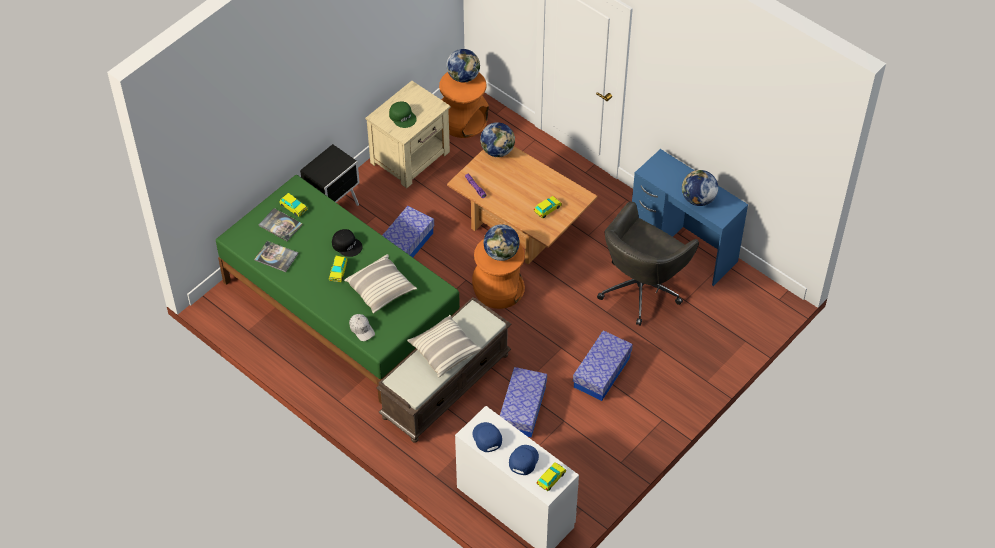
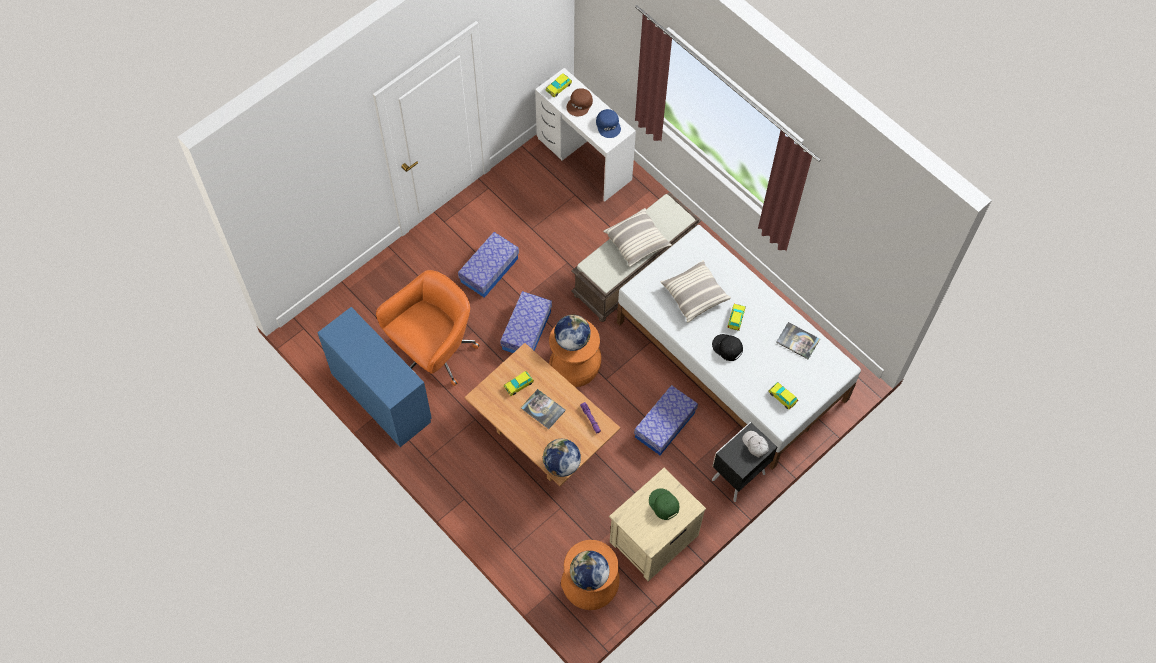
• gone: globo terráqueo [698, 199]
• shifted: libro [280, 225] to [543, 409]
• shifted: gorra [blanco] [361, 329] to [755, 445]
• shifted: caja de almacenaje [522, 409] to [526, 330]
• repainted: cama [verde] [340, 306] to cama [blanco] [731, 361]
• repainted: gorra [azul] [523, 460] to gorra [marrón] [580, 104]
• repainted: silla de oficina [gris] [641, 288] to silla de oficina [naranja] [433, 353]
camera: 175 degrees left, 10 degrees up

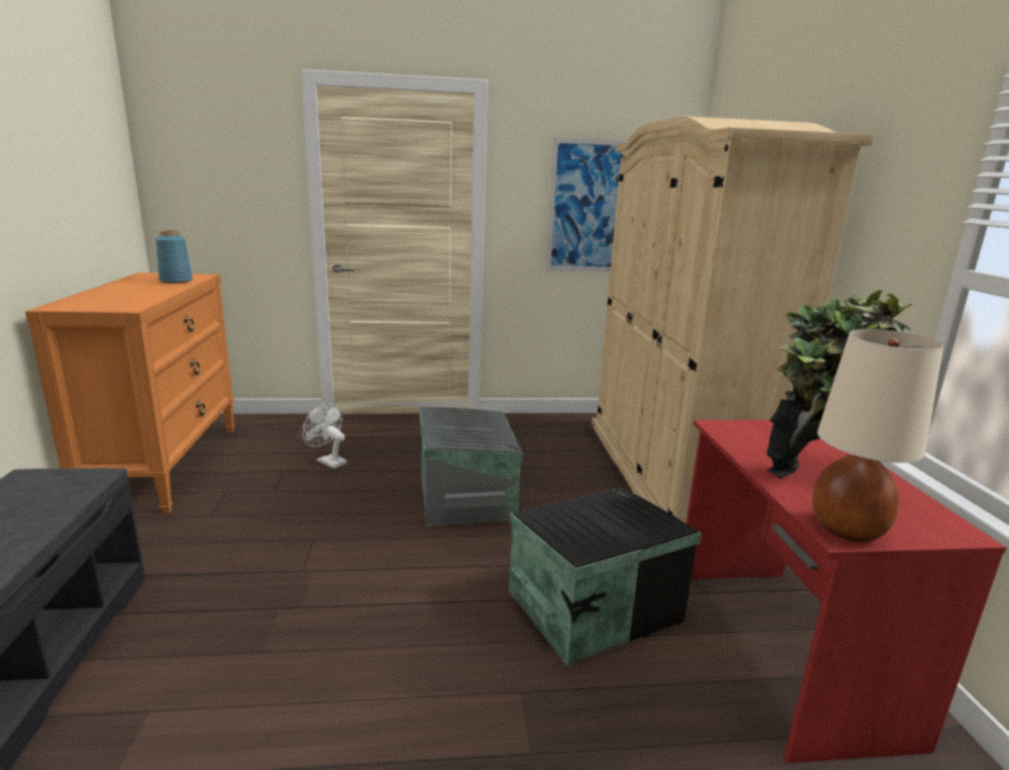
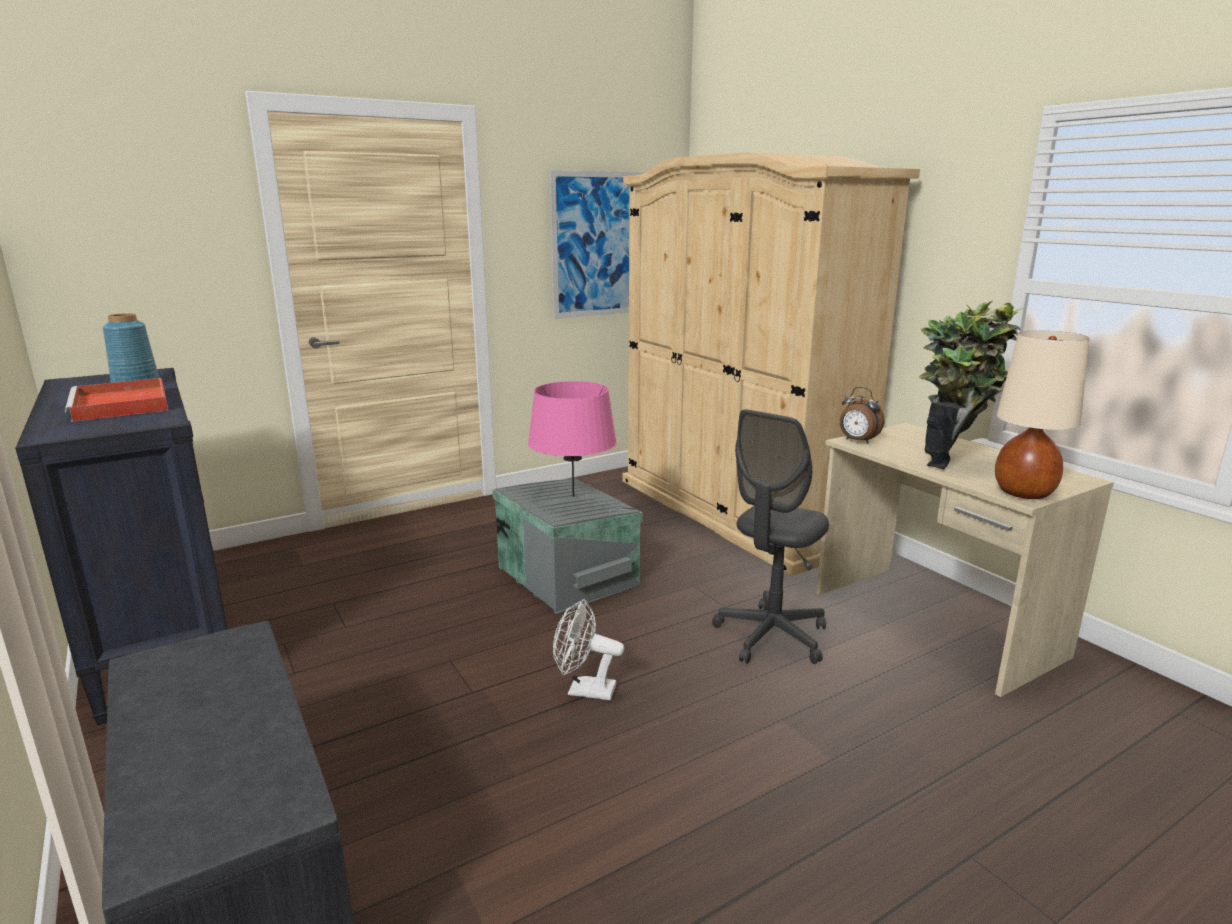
• new: bandeja [rojo] [122, 405]
• new: lámpara de mesa [rosa] [573, 496]
• new: despertador [857, 441]
• shifted: ventilador [blanco] [328, 461] to [584, 690]
• swapped: caja de almacenaje [negro] [590, 605] to silla de oficina [gris] [771, 636]
• repainted: cómoda [naranja] [165, 466] to cómoda [negro] [161, 637]
• repainted: escritorio [rojo] [780, 650] to escritorio [beis] [933, 624]
camera: 25 degrees left, 0 degrees up

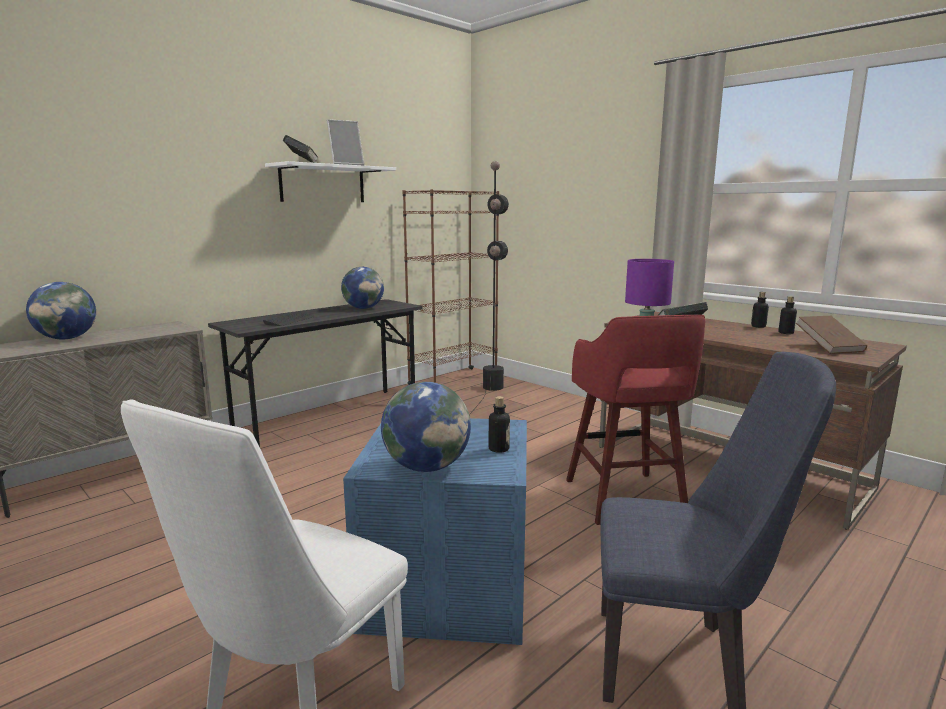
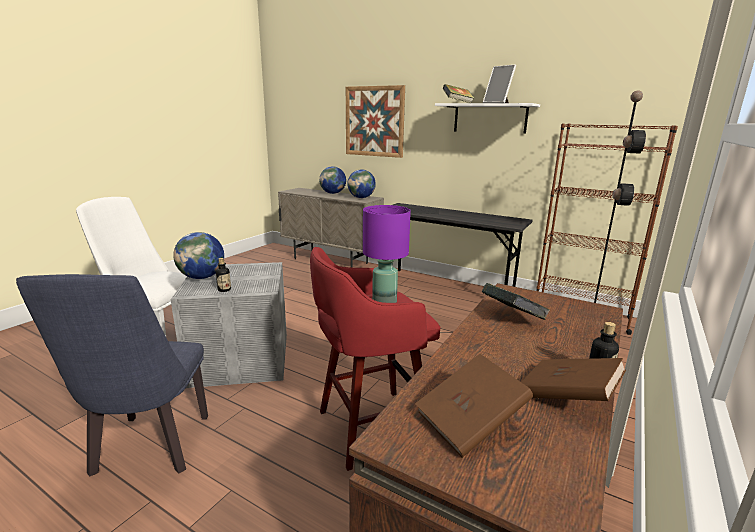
• new: cuadro [374, 121]
• shifted: globo terráqueo [363, 308] to [361, 197]
• swapped: botella [786, 333] to libro [marrón] [567, 397]
• repainted: caja de almacenaje [azul] [450, 584] to caja de almacenaje [gris] [242, 359]
camera: 75 degrees right, 5 degrees up

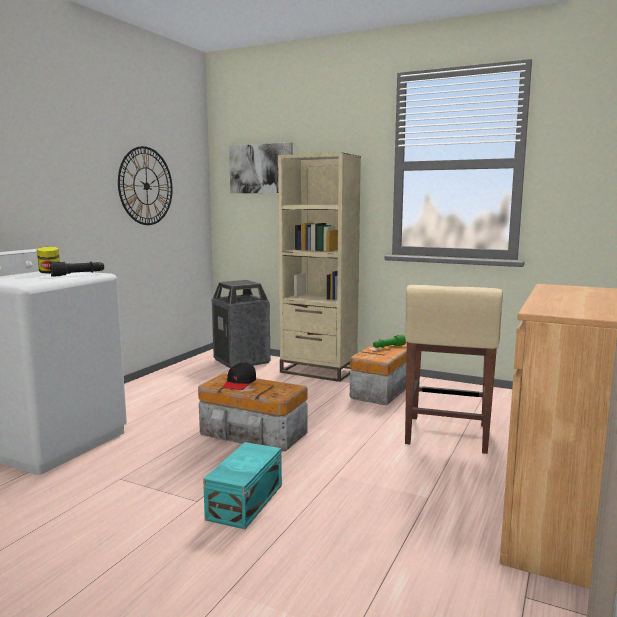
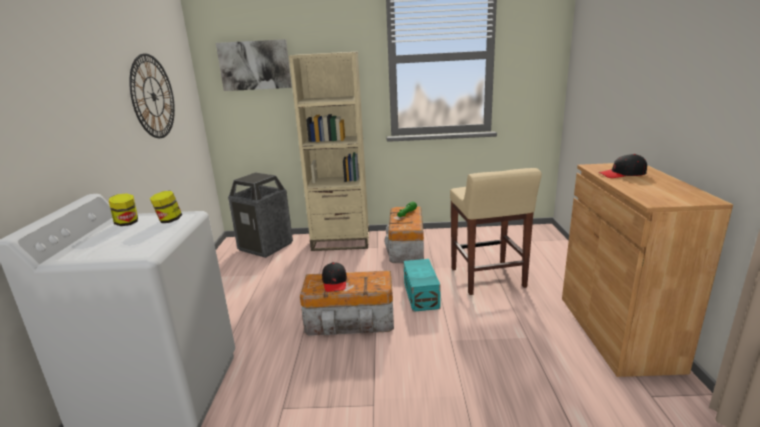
• new: gorra [negro] [622, 174]
• shifted: caja de almacenaje [turquesa] [243, 502] to [420, 296]
• swapped: linterna [negro] [78, 274] to tarro [169, 220]
camera: 25 degrees left, 10 degrees up

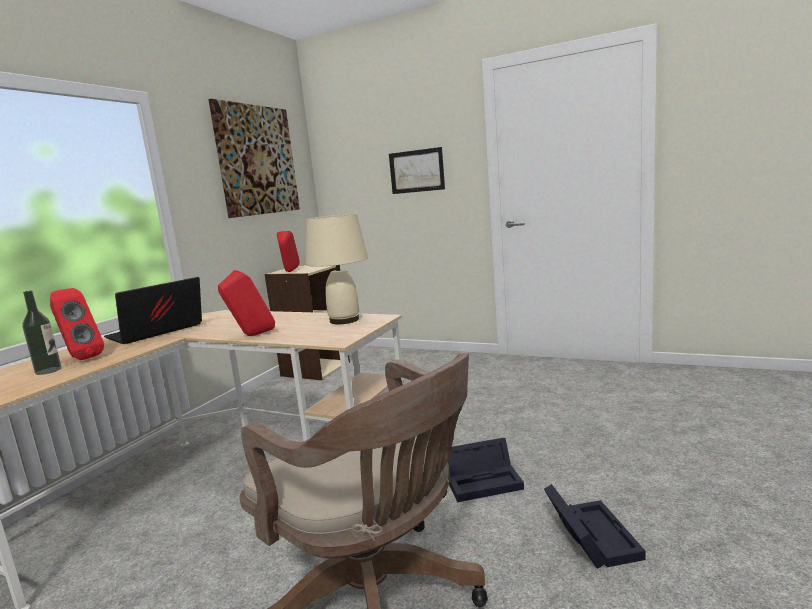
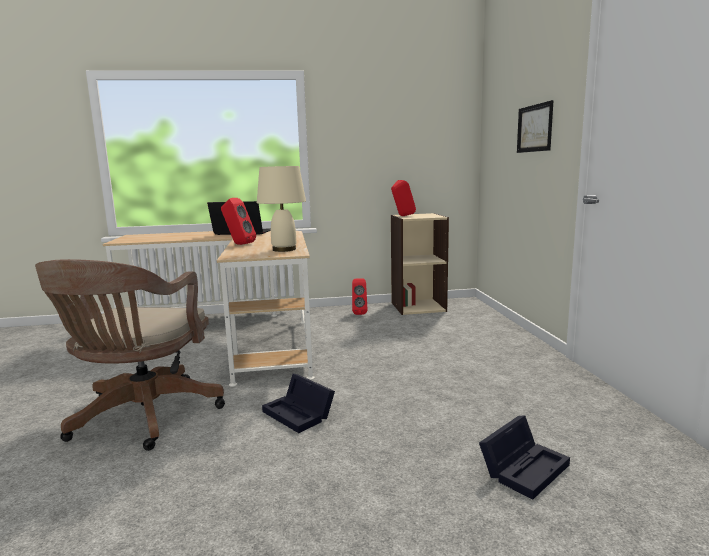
• gone: botella [48, 370]
• gone: cuadro [257, 160]
• shifted: altavoz [rojo] [80, 358] to [359, 313]
• shifted: caja de almacenaje [negro] [589, 536] to [524, 467]
camera: 55 degrees right, 0 degrees up

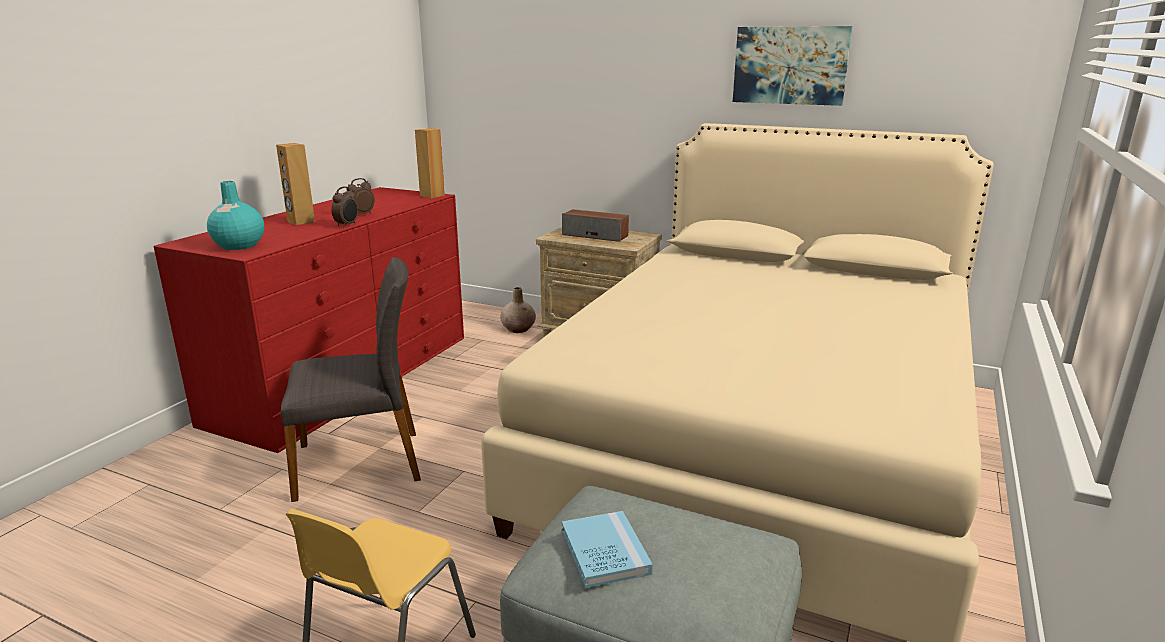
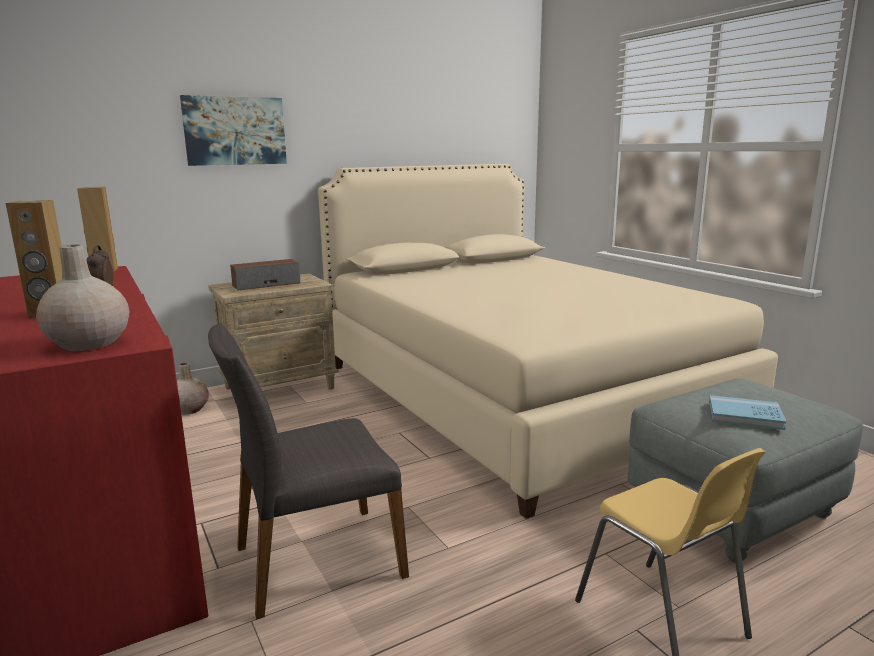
• gone: despertador [347, 225]
• shifted: cuadro [790, 65] to [235, 131]
• repainted: florero [turquesa] [238, 246] to florero [beis] [88, 344]
• rotated: silla [gris] [360, 463] = [316, 560] 135 degrees counterclockwise
camera: 55 degrees left, 5 degrees down

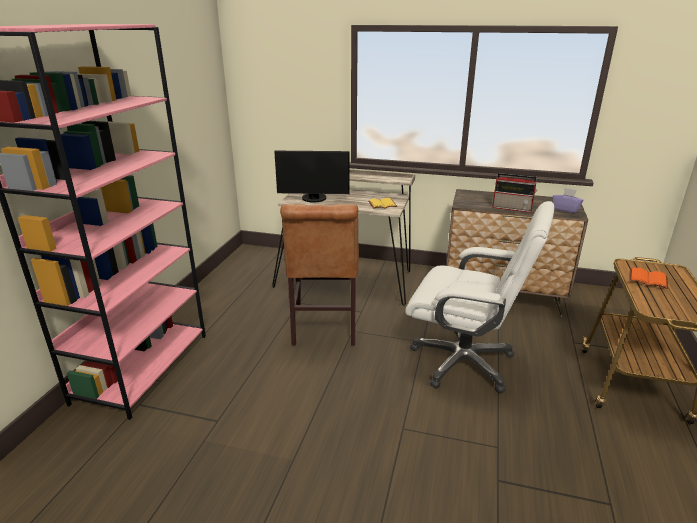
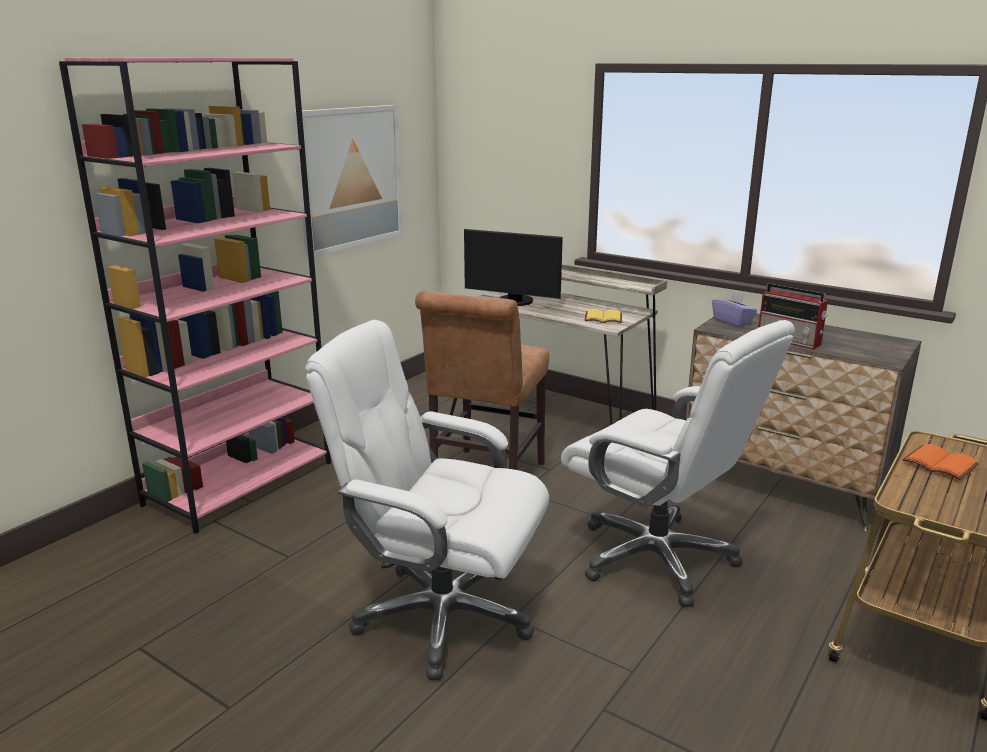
• new: cuadro [350, 178]
• new: silla de oficina [blanco] [441, 616]
• shifted: caja de pañuelos [morado] [565, 209] to [732, 322]
camera: 20 degrees right, 5 degrees down

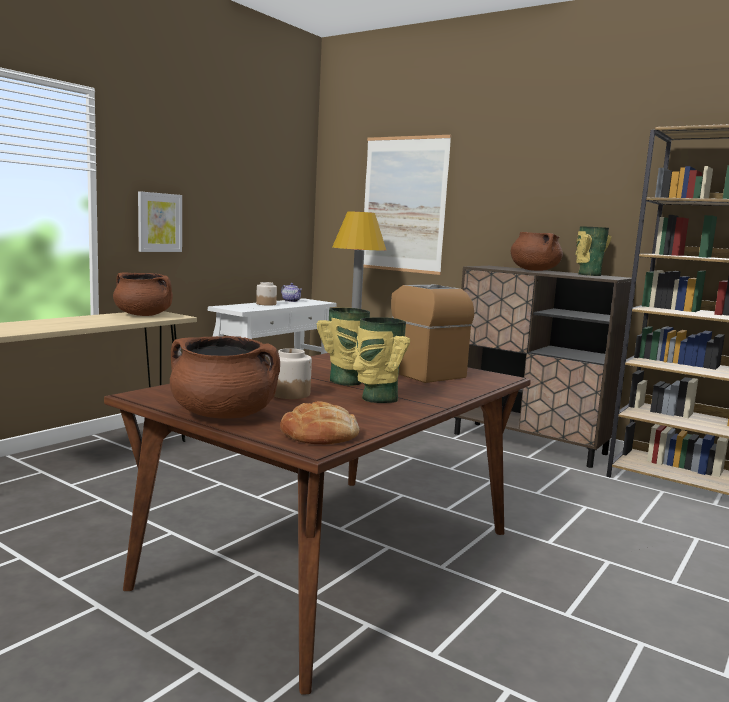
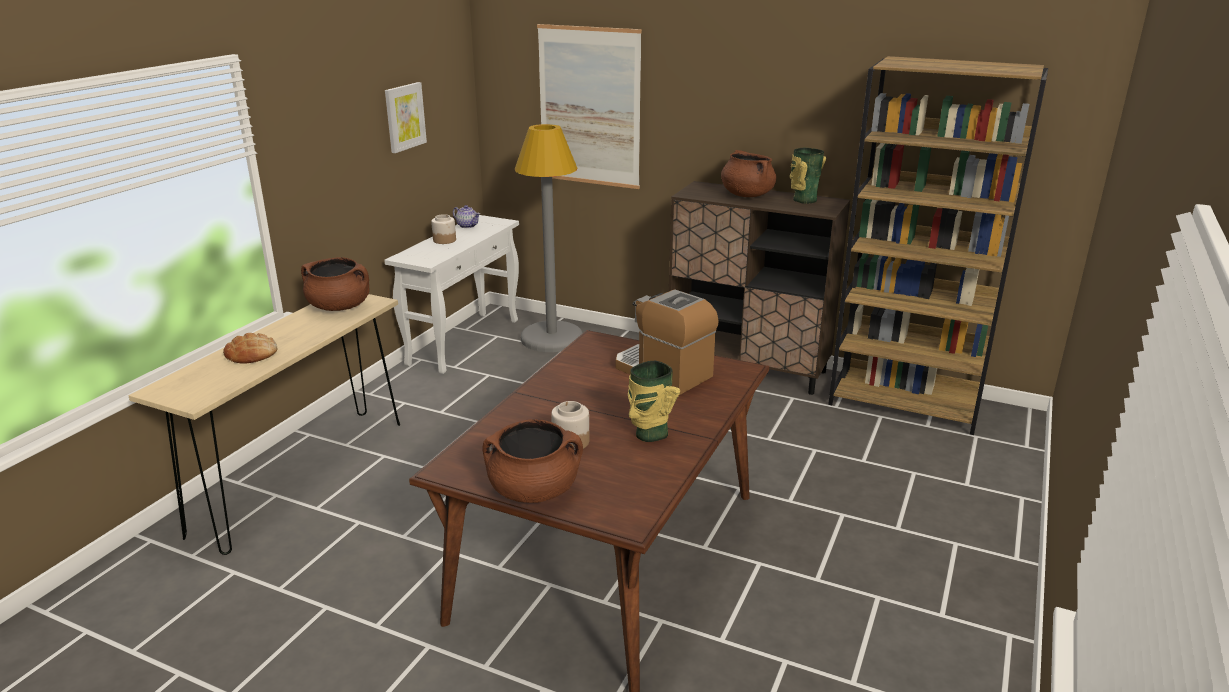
• gone: florero [347, 382]
• shifted: cuadro [159, 222] to [404, 117]
• shifted: pan [320, 434] to [252, 354]
camera: 10 degrees left, 15 degrees up

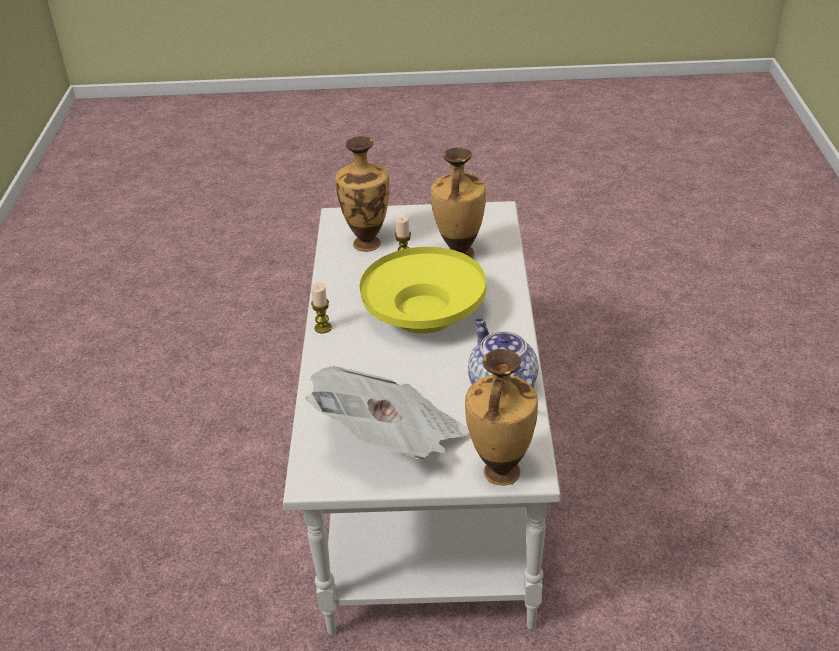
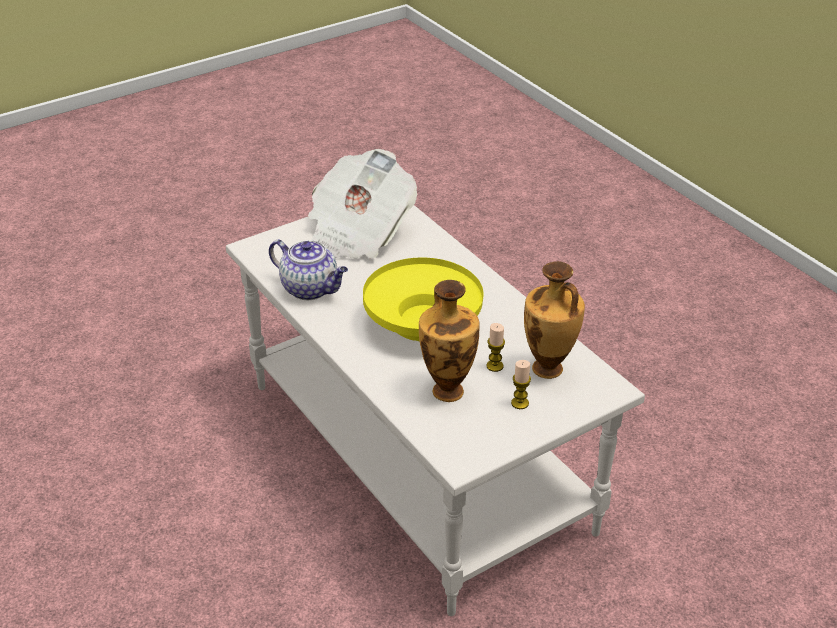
• gone: florero [500, 474]
• shifted: vela [323, 328] to [520, 403]
camera: 145 degrees right, 0 degrees up

